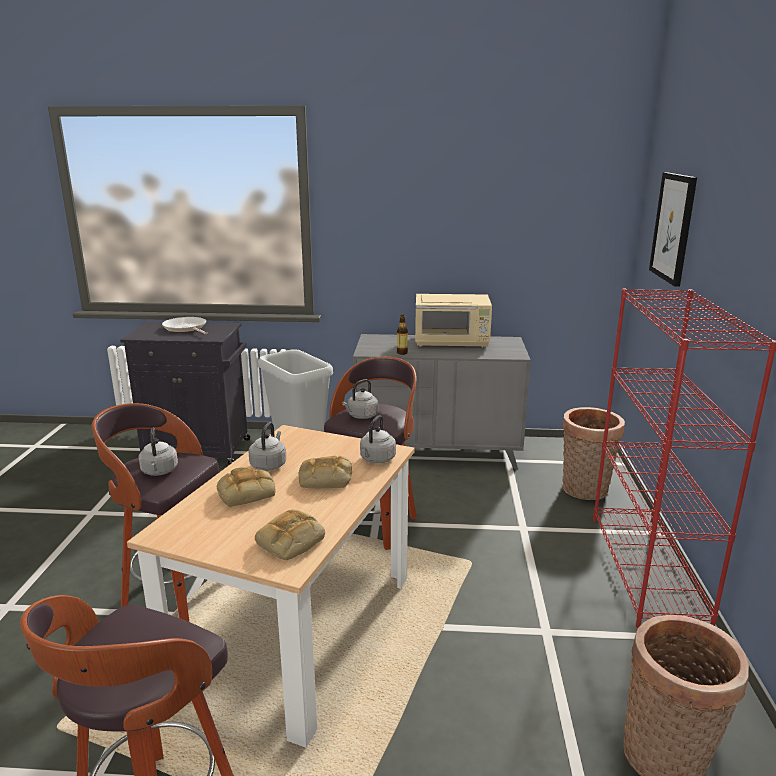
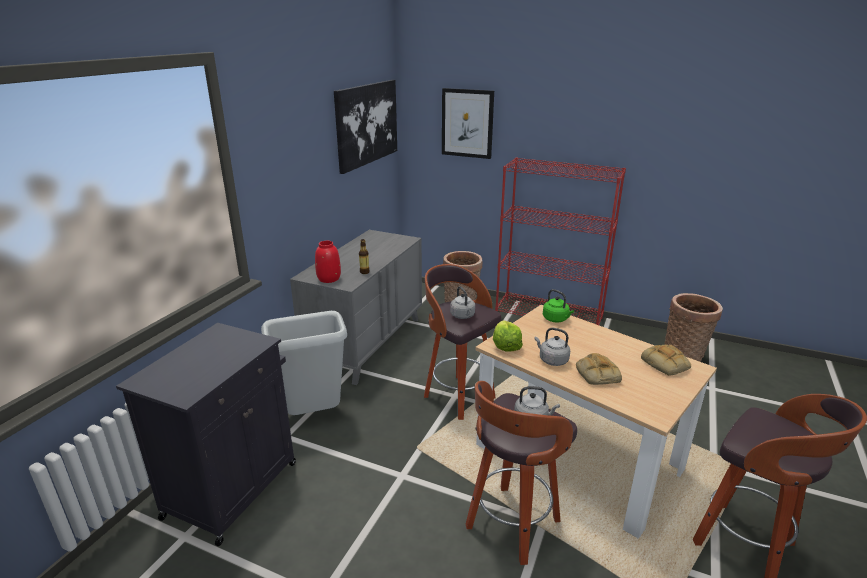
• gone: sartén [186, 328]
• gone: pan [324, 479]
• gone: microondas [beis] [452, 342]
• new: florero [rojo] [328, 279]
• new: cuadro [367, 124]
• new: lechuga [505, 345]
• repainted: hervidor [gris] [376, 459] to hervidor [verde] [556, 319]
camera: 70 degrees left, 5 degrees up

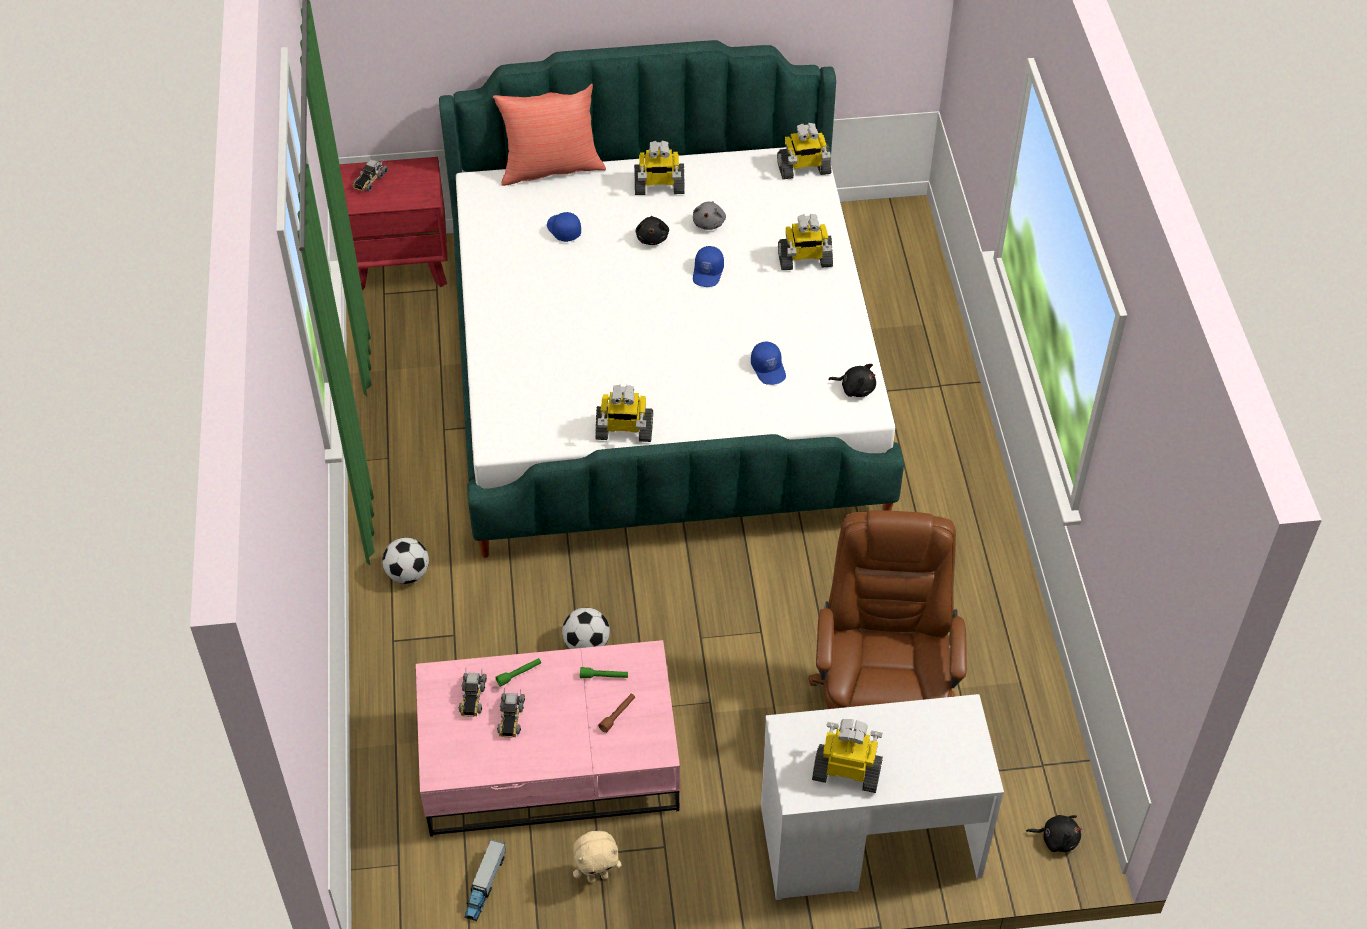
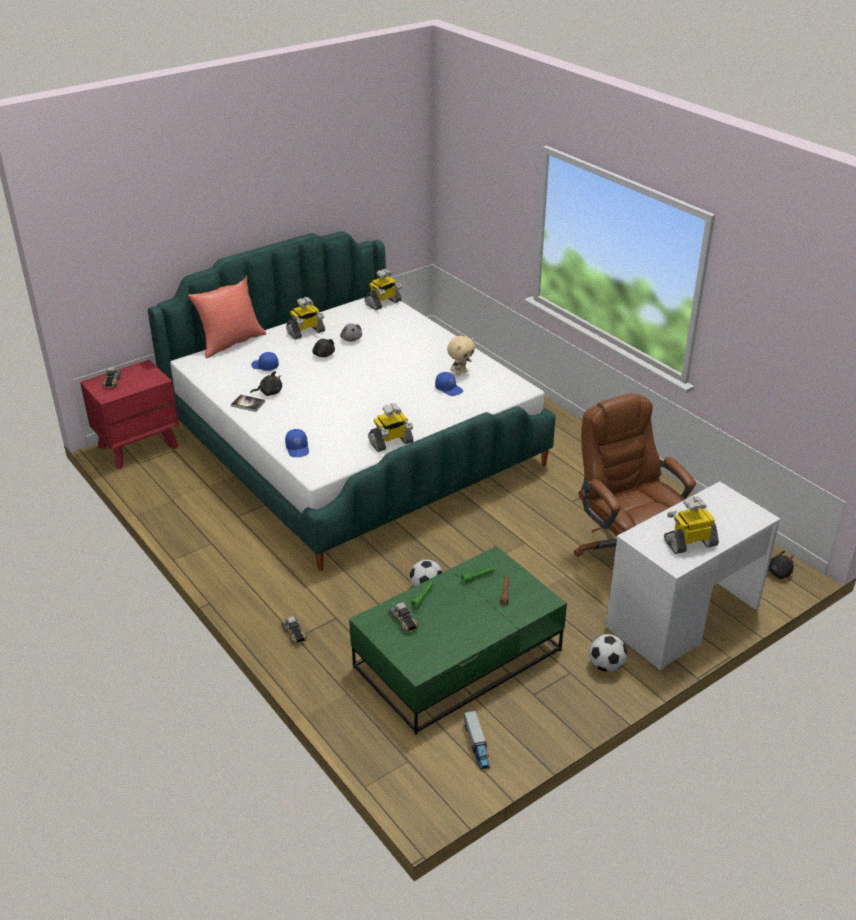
• gone: robot de juguete [804, 260]
• new: libro [248, 404]
• shifted: balón de fútbol [408, 574] to [606, 666]
• shifted: camión de juguete [510, 718] to [294, 634]
• shifted: peluche [beis] [597, 876] to [460, 373]
• shifted: gorra [azul] [708, 273] to [298, 448]
• shifted: peluche [negro] [855, 388] to [269, 392]
• repainted: mesa de centro [rosa] [551, 760] to mesa de centro [verde] [458, 657]
camera: 30 degrees left, 15 degrees down

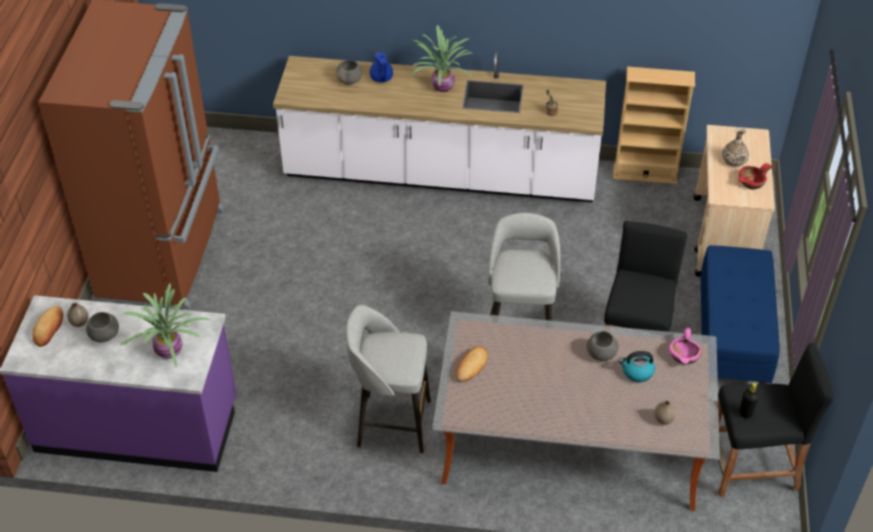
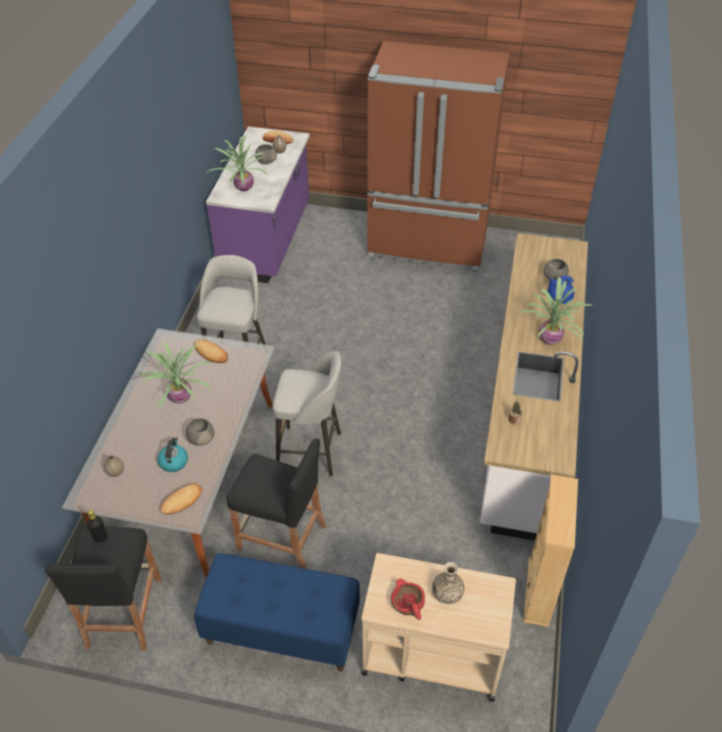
• new: planta en maceta [179, 398]
• swapped: cuenco [rosa] [683, 356] to pan [182, 501]
camera: 95 degrees right, 0 degrees up

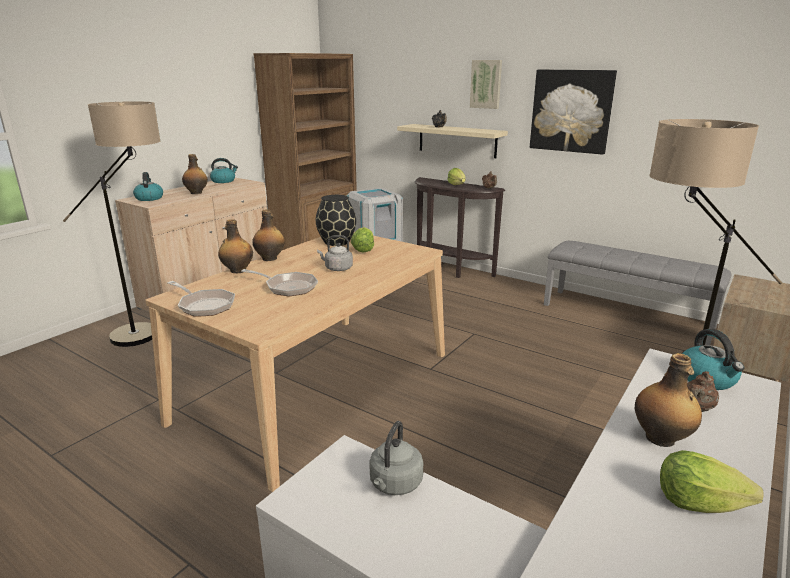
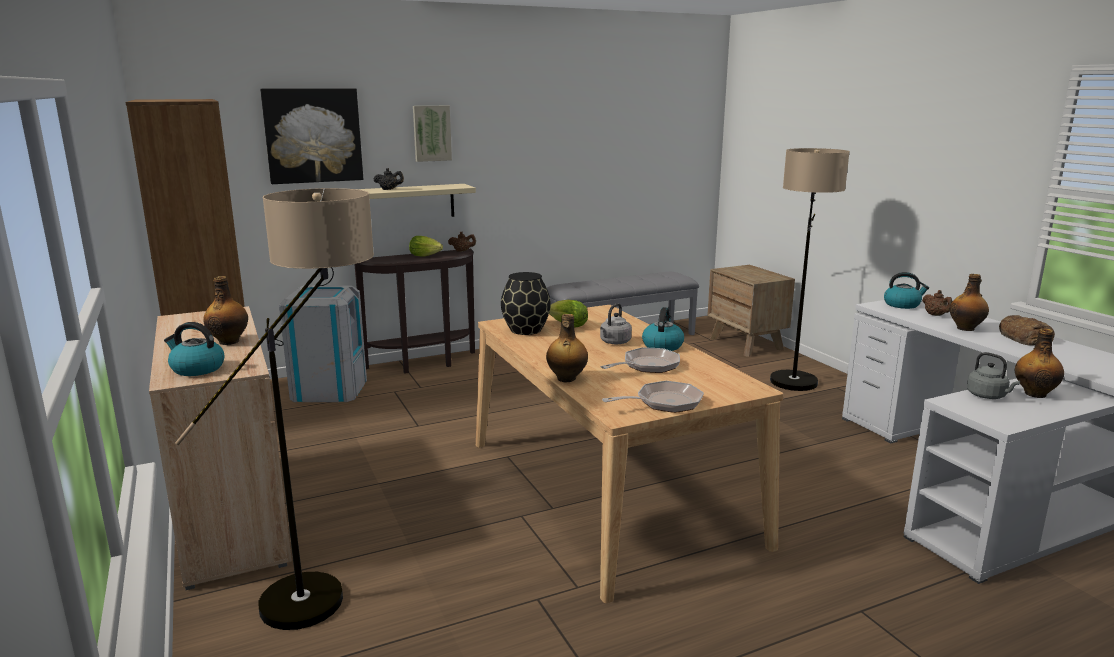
• shifted: hervidor [224, 181] to [662, 345]
• shifted: botella [270, 258] to [1034, 394]
• shifted: cuadro [571, 111] to [313, 135]
• swapped: lechuga [697, 503] to pan [1025, 337]
camera: 60 degrees left, 5 degrees down

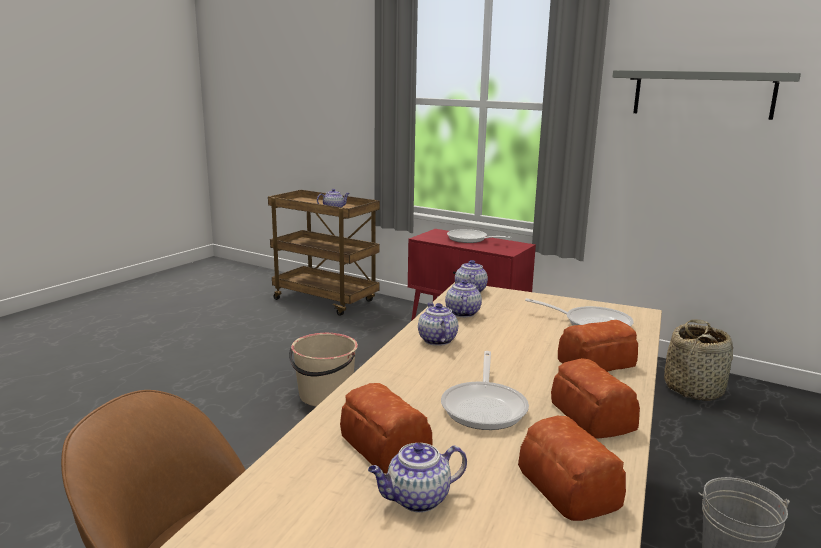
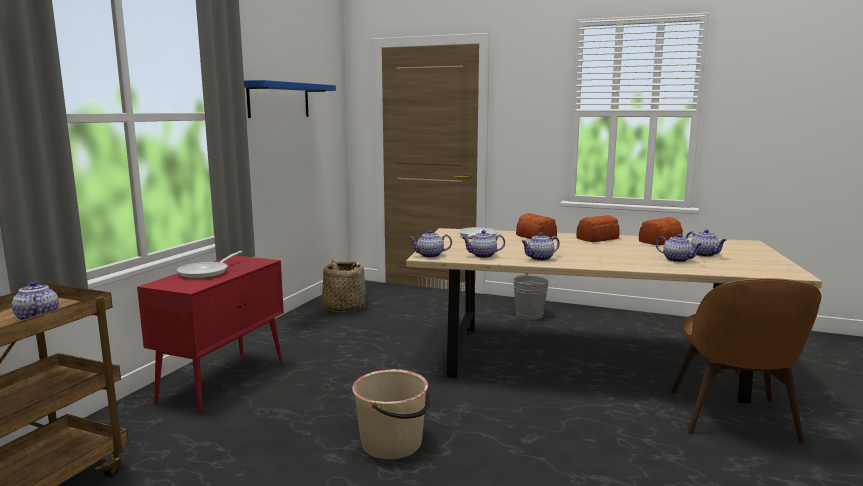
• gone: sartén [485, 406]
• swapped: pan [384, 447] to tetera [677, 260]
• repainted: estante [gris] [703, 94] to estante [azul] [279, 100]
camera: 100 degrees left, 5 degrees down

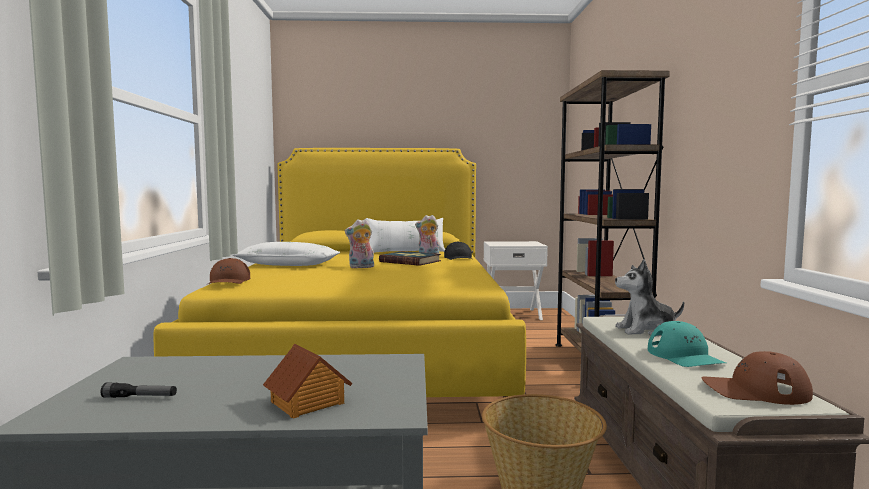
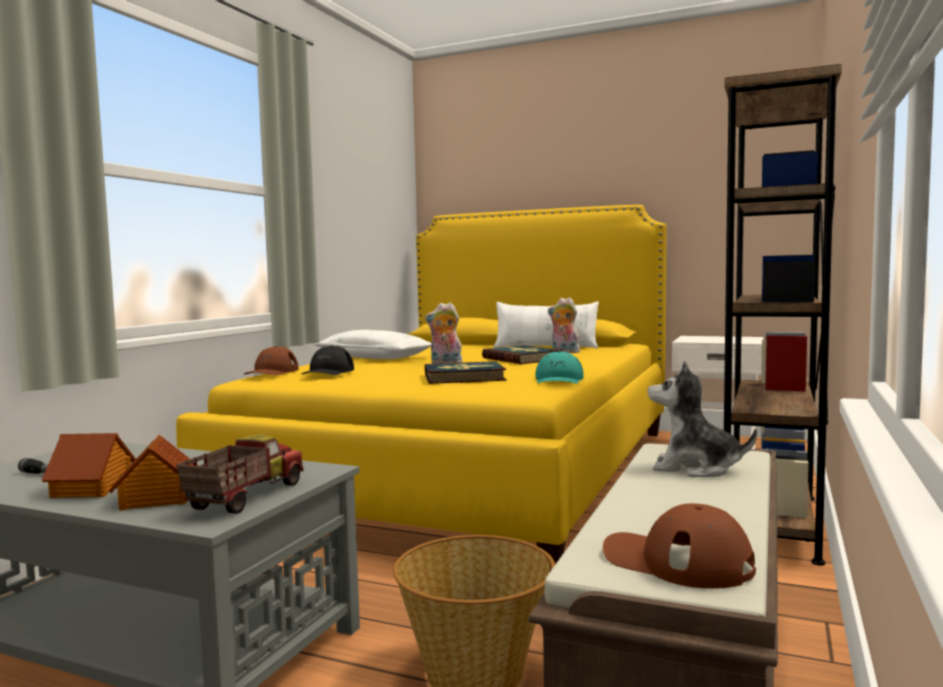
• new: casita [93, 488]
• new: camión de juguete [244, 497]
• new: libro [464, 377]
• shifted: gorra [negro] [459, 258] to [328, 372]
• shifted: gorra [turquesa] [685, 356] to [558, 380]
camera: 25 degrees right, 0 degrees up

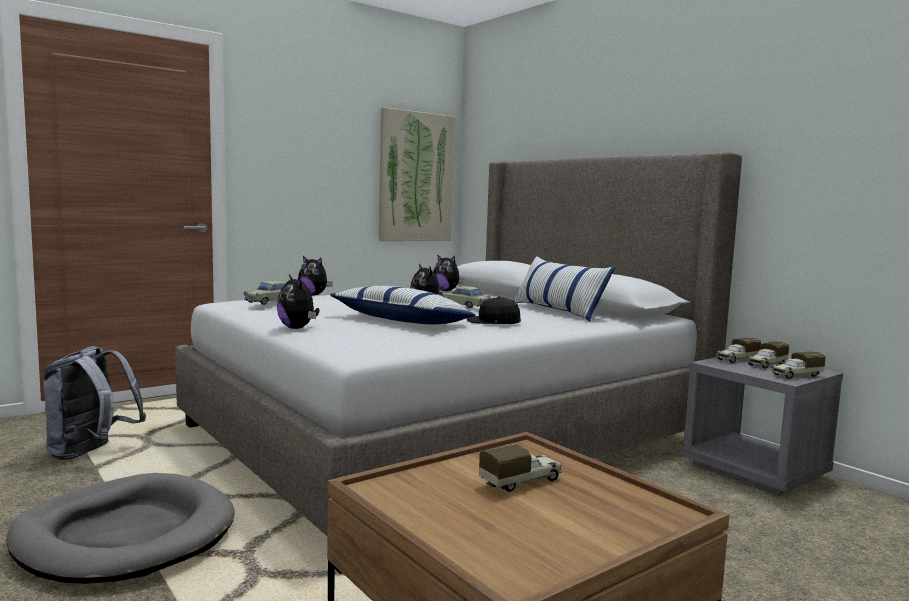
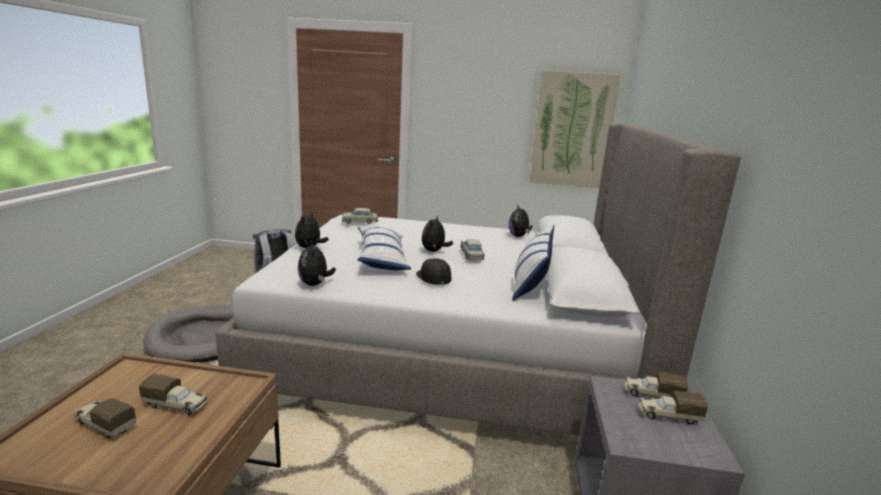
• shifted: peluche [314, 295] to [315, 284]
• shifted: camión de juguete [796, 375] to [104, 425]
camera: 45 degrees right, 10 degrees up

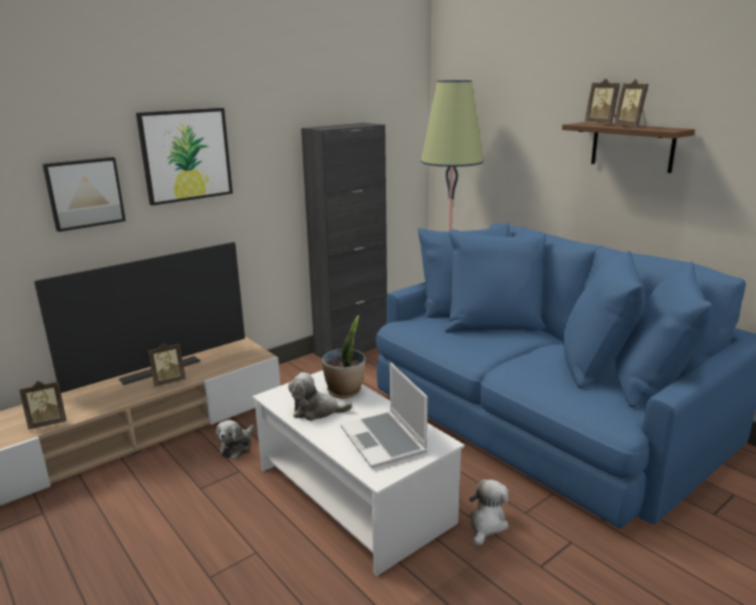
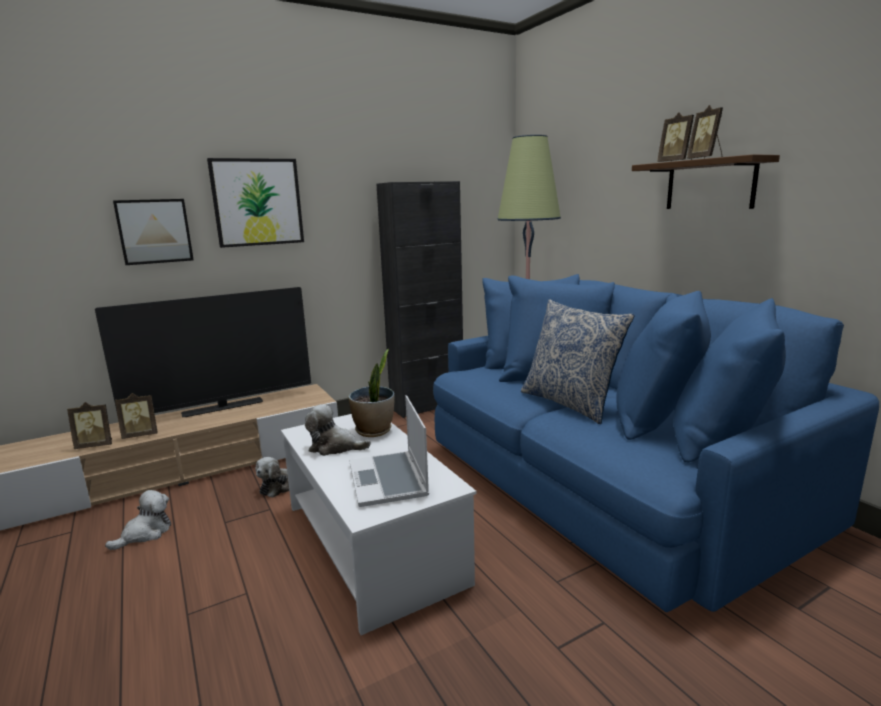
• new: cojín [570, 403]
• shifted: portarretratos [169, 381] to [141, 435]
• shifted: peluche [487, 524] to [145, 533]
camera: 10 degrees right, 5 degrees down

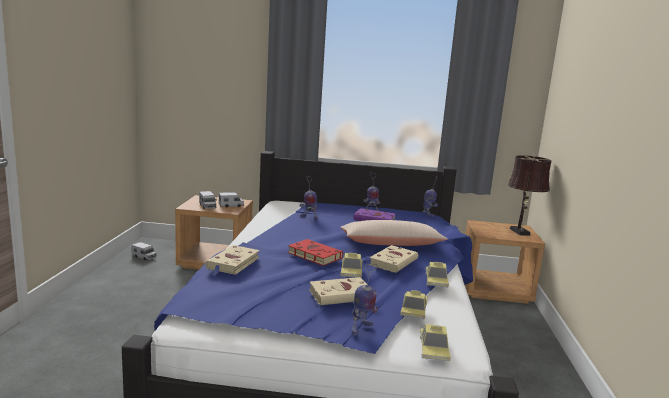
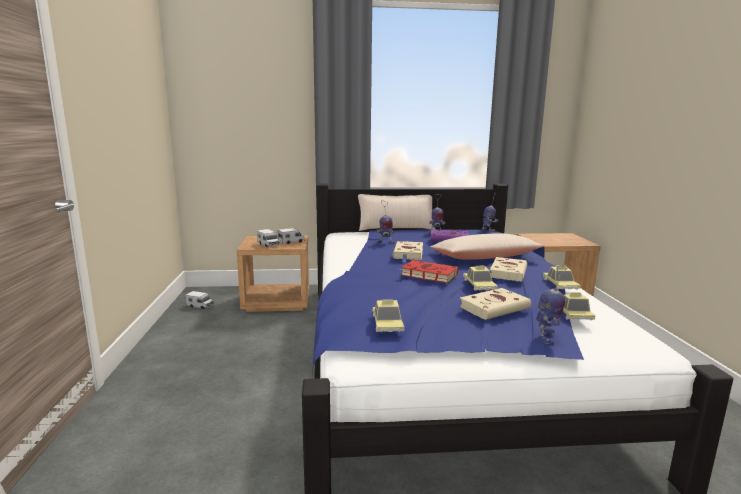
• gone: lámpara de mesa [marrón] [520, 232]
• new: cojín [beis] [395, 228]
• shifted: libro [beis] [233, 264] to [408, 254]
• shifted: coche de juguete [433, 349] to [387, 323]
camera: 10 degrees left, 0 degrees up

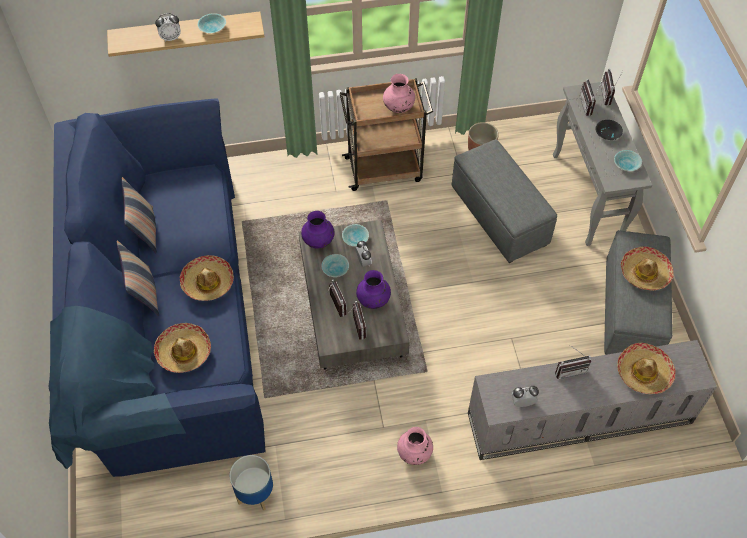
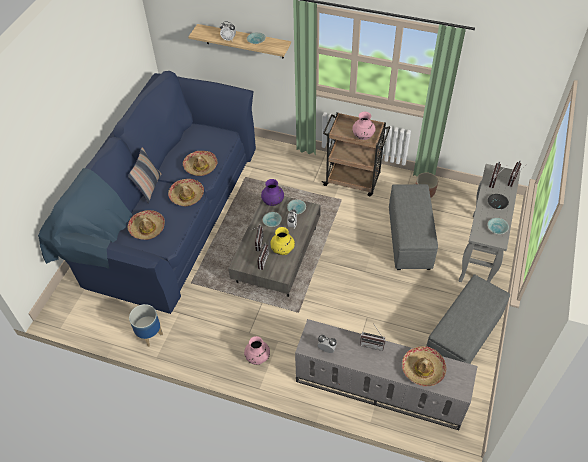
• gone: cojín [145, 231]
• shifted: sombrero [645, 273] to [200, 166]
• repainted: florero [morado] [373, 300] to florero [amarillo] [282, 250]
camera: 30 degrees right, 5 degrees down

